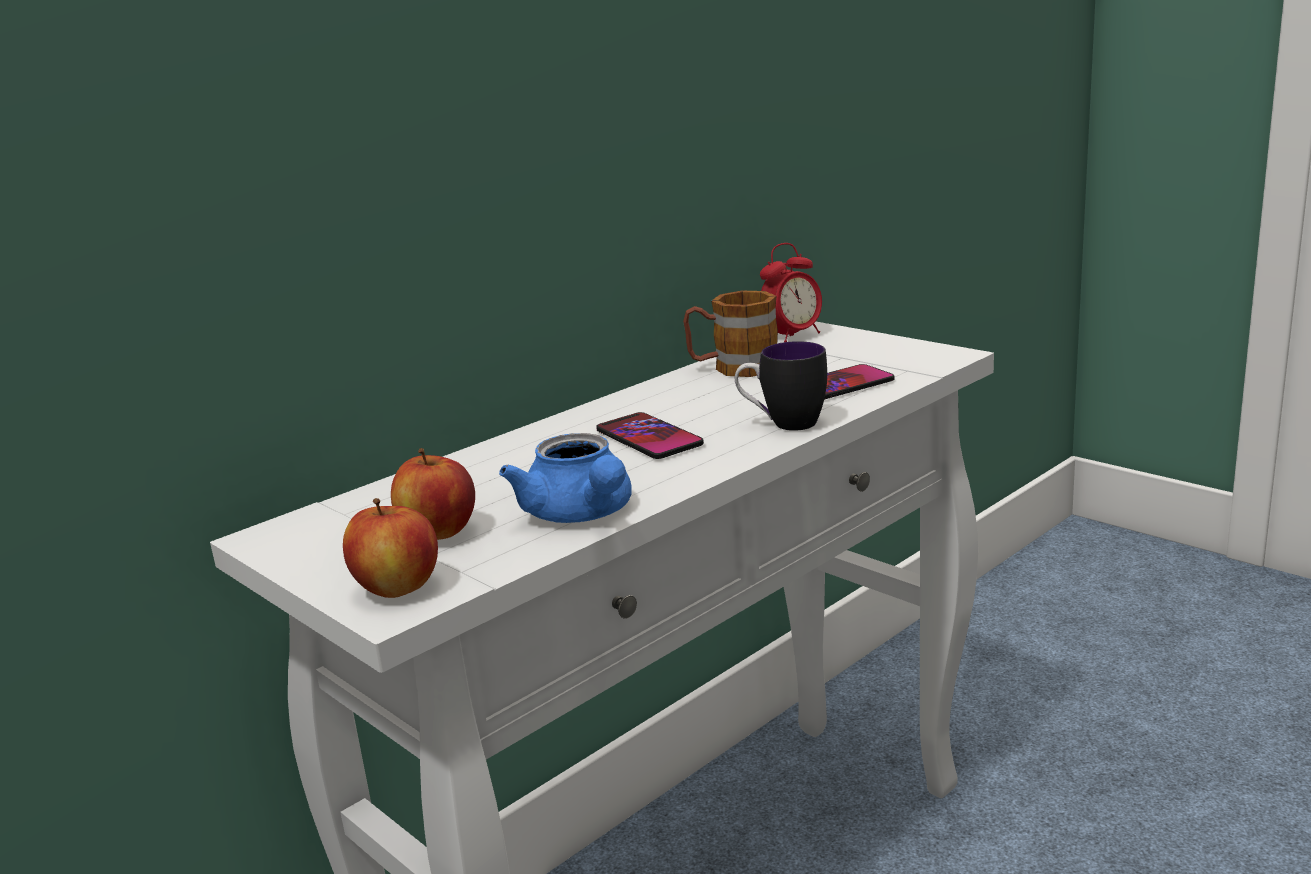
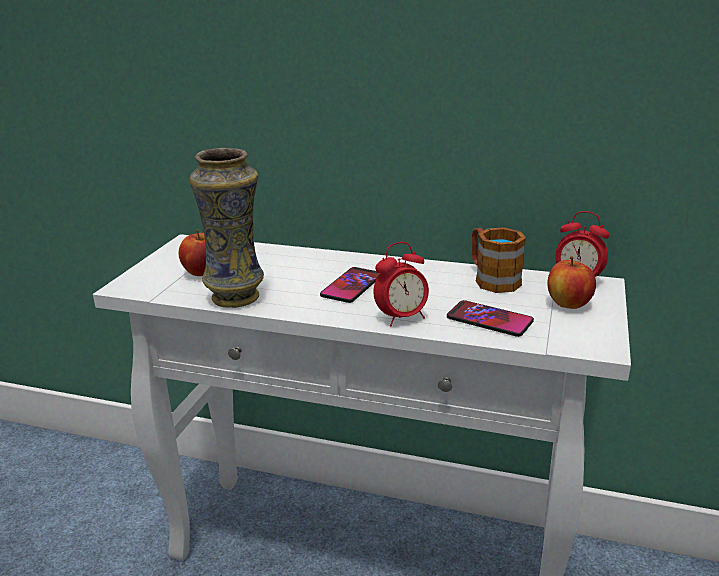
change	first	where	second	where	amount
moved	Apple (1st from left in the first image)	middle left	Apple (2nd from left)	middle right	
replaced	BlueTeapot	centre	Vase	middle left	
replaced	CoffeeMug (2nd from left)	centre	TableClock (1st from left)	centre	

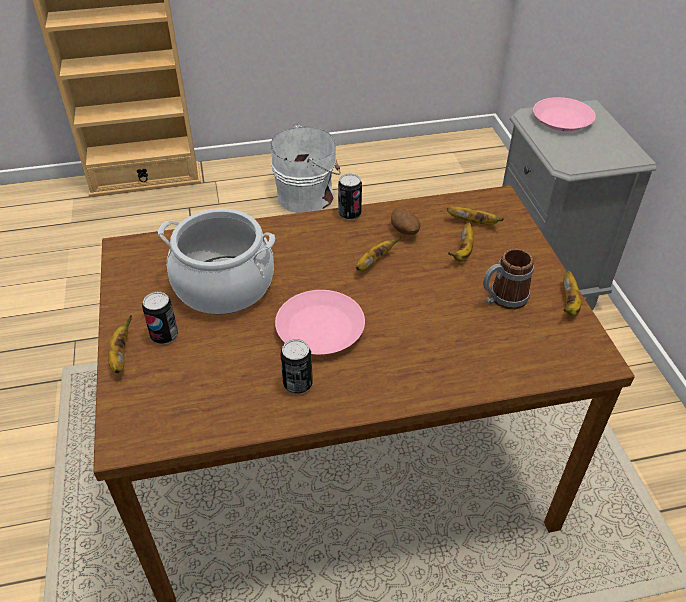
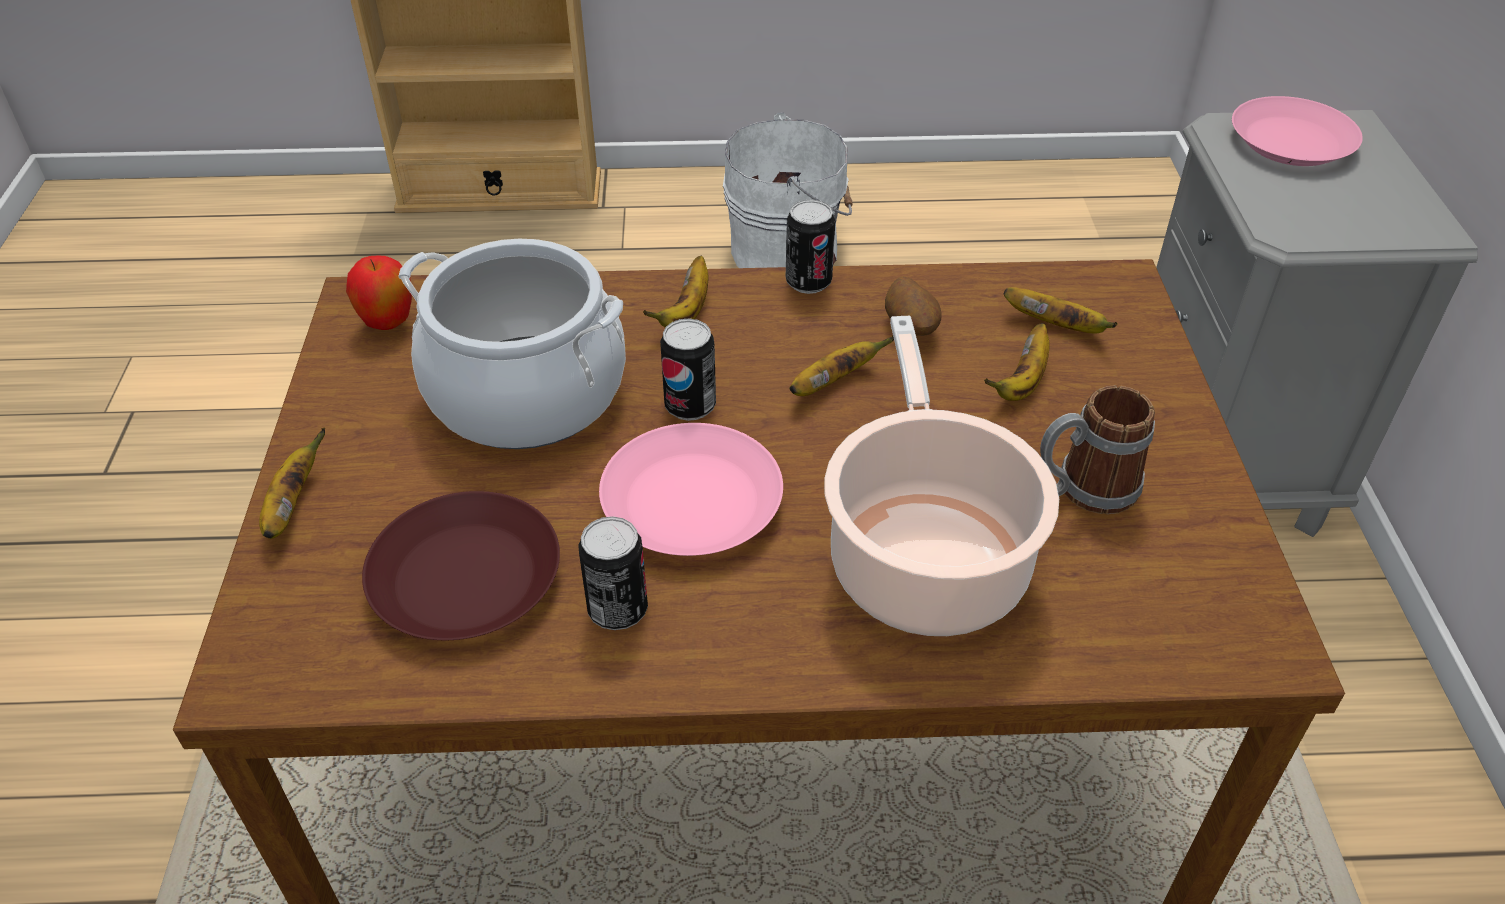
change	first	where	second	where	amount
moved	SealedCan (1st from left in the first image)	middle left	SealedCan (2nd from left)	centre	
moved	BananaFruit (5th from left in the first image)	middle right	BananaFruit (2nd from left)	top centre	
added			Apple	top left	
added			BrownColouredFlatDish	middle left	
added			Stockpot (2nd from left)	centre	

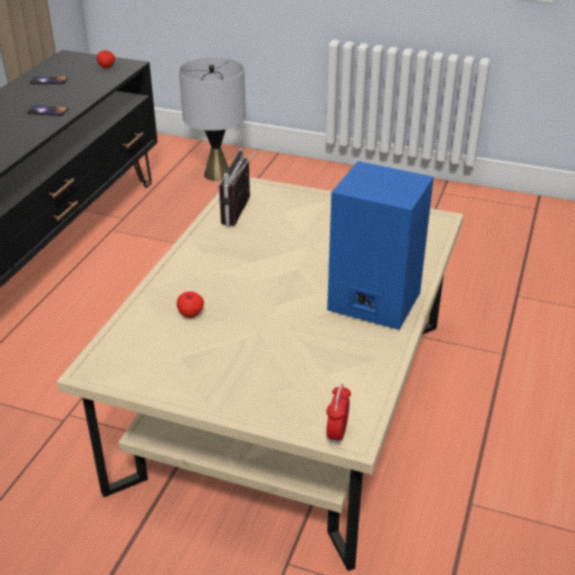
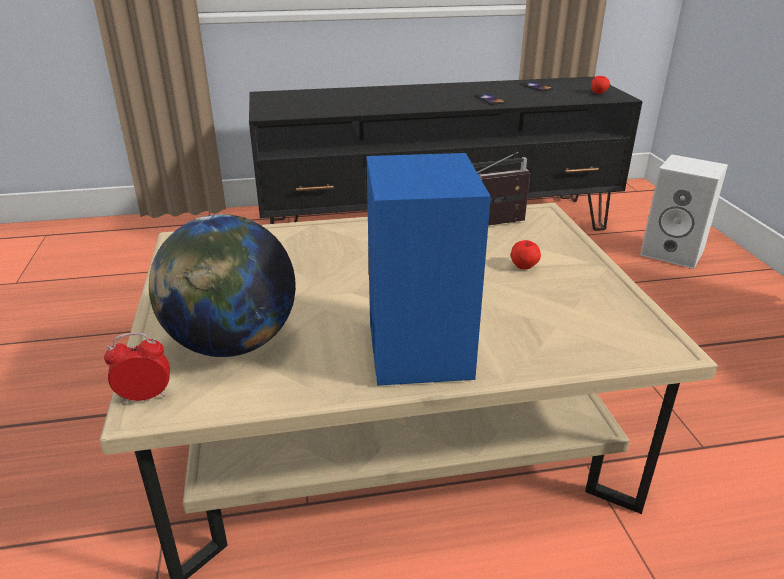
change	first	where	second	where	amount
moved	Apple (2nd from left in the first image)	middle left	Apple (1st from left)	middle right	
replaced	GreyLampForATable	top centre	WhiteLoudspeaker	middle right	
added			WorldGlobe	middle left	

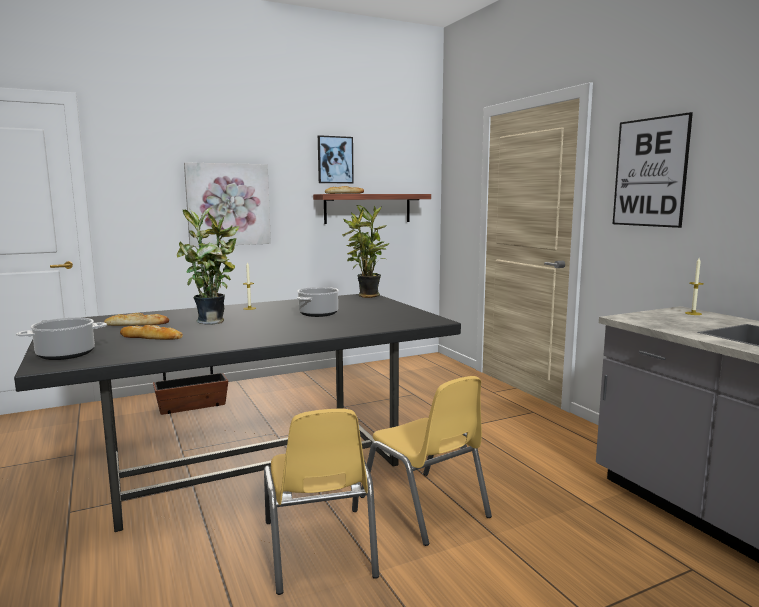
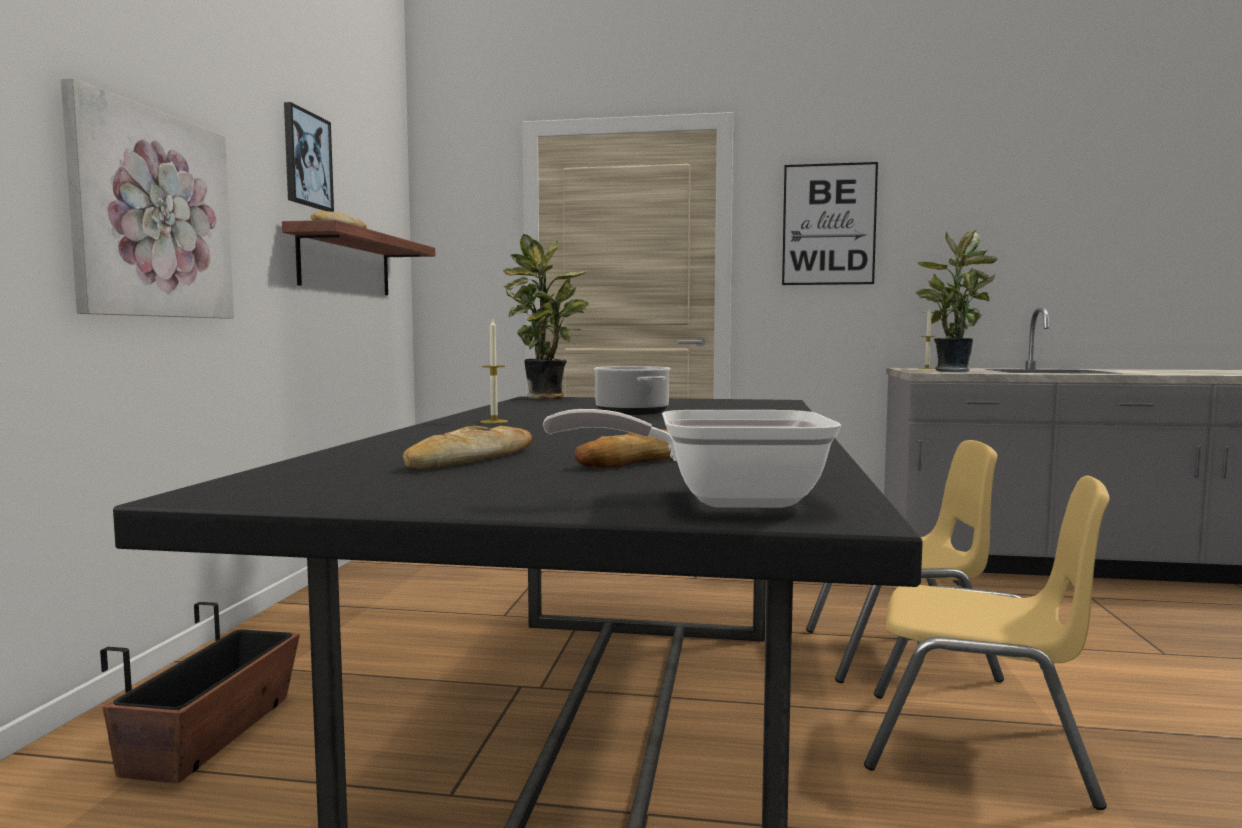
change	first	where	second	where	amount
replaced	Stockpot (1st from left)	middle left	Skillet	centre	
moved	PlantInAPot (1st from left in the first image)	middle left	PlantInAPot (2nd from left)	middle right	

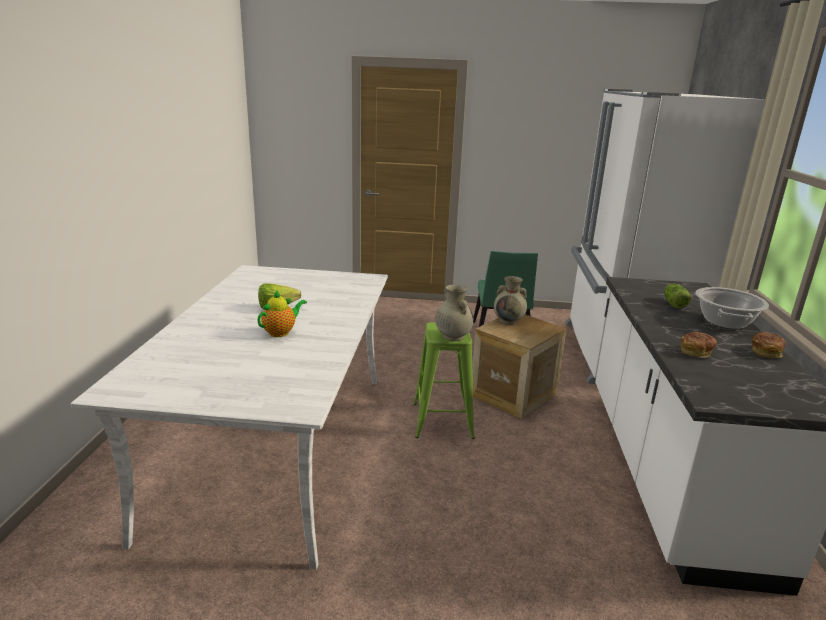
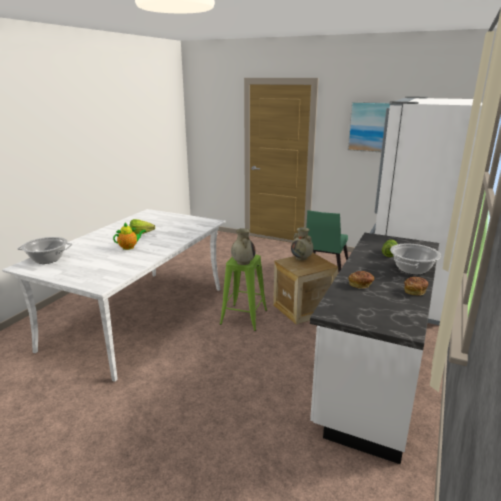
change	first	where	second	where	amount
added			Stockpot (1st from left)	middle left	
added			WallPicture	top right	

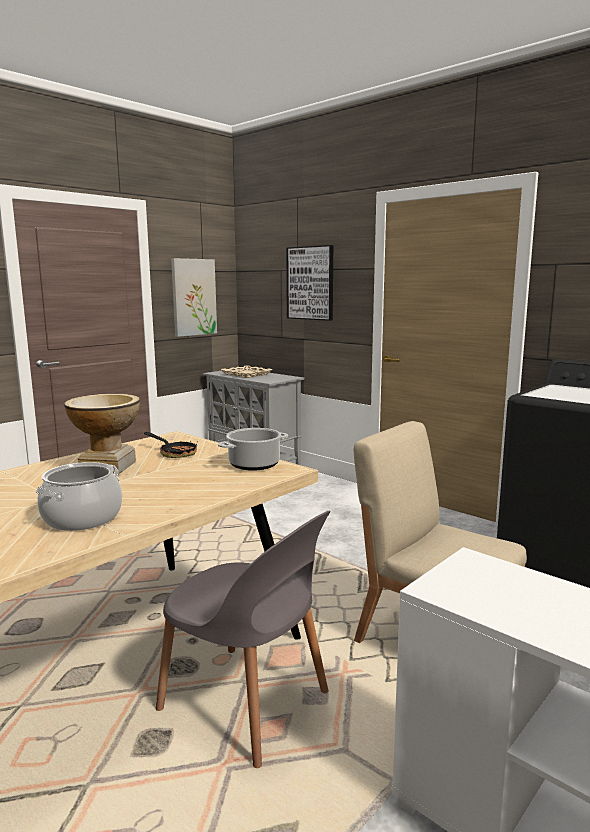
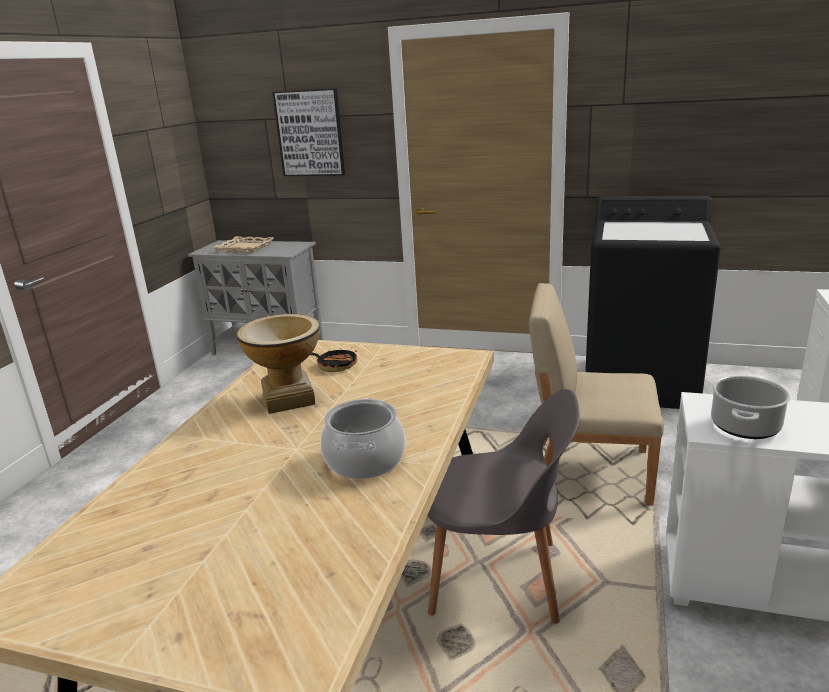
change	first	where	second	where	amount
removed	WallPicture (1st from left)	middle left			
moved	Stockpot (2nd from left)	centre		middle right	

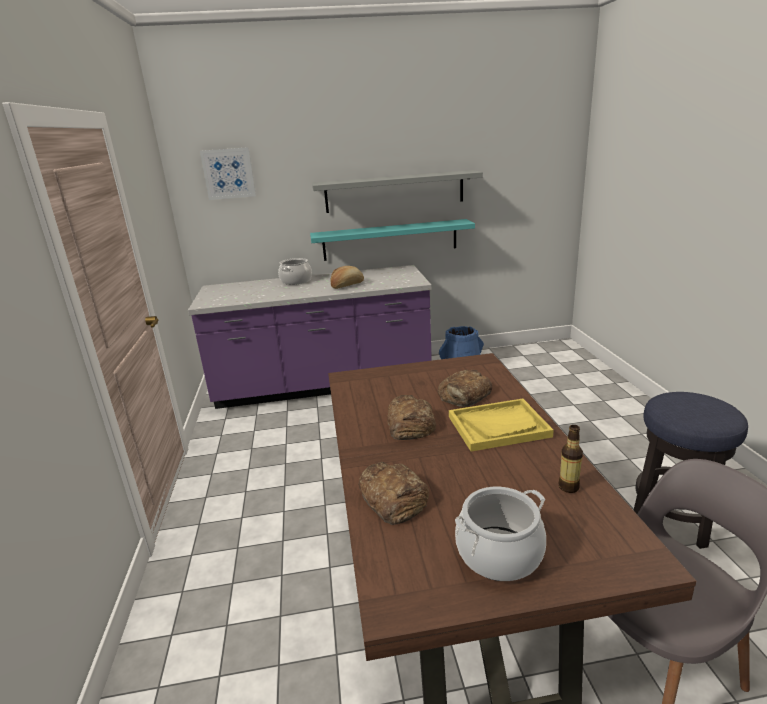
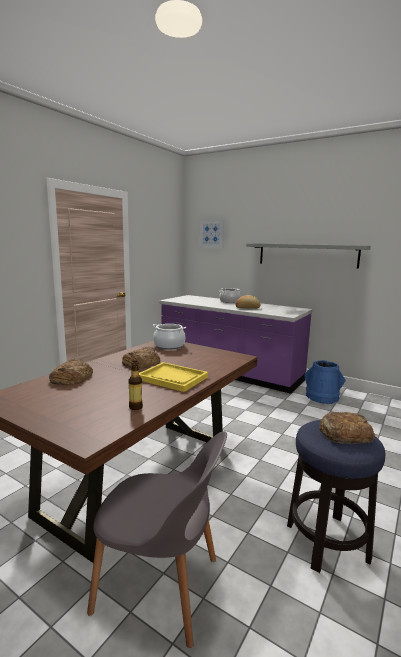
change	first	where	second	where	amount
removed	TurquoiseColouredShelf	centre			
moved	BakedBread (4th from left)	centre		middle right	
moved	Stockpot (2nd from left in the first image)	bottom centre	Stockpot (1st from left)	centre	

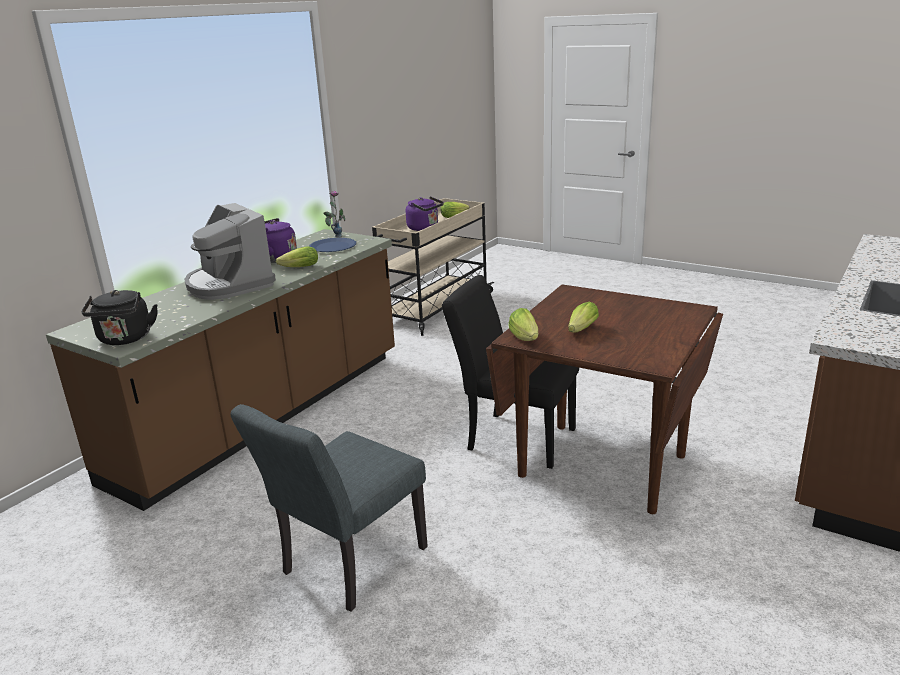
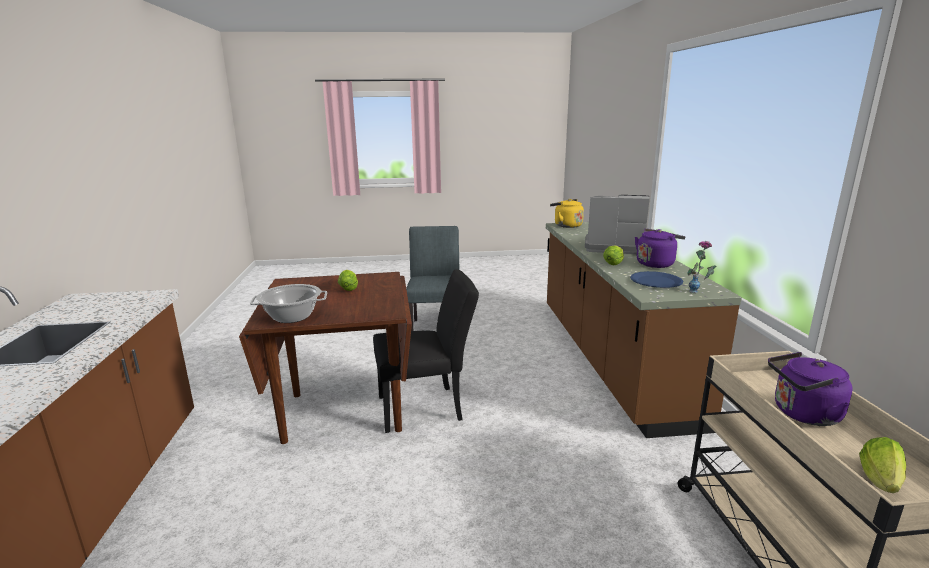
change	first	where	second	where	amount
recoloured	BlackishTeaKettle	middle left	YellowTeaKettle	centre	
removed	HeadOfLettuce (3rd from left)	centre			
added			Stockpot	middle left	

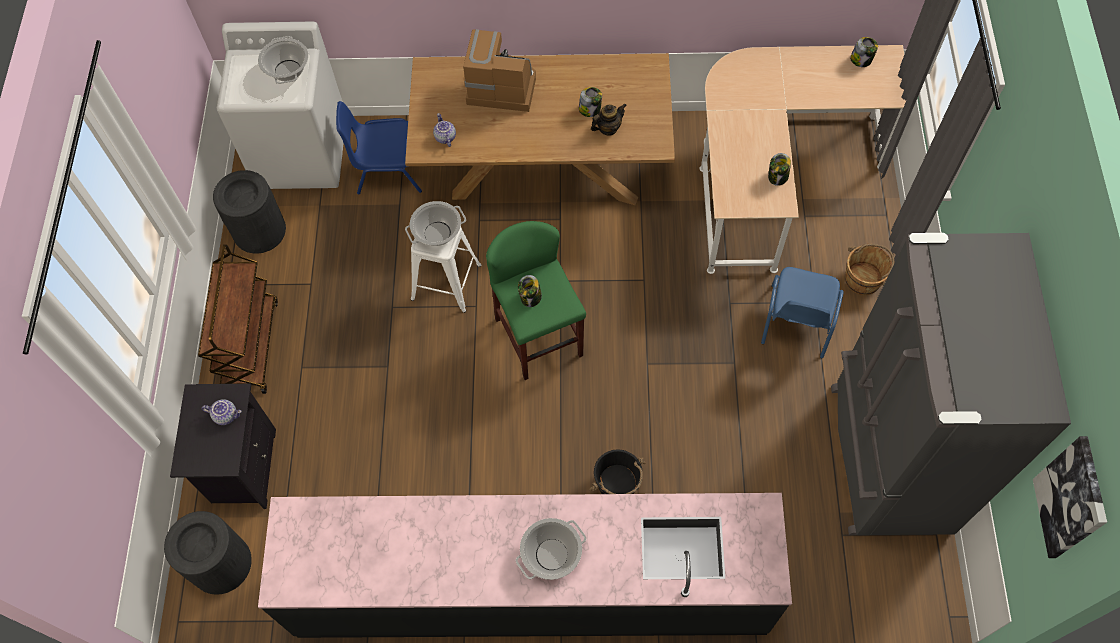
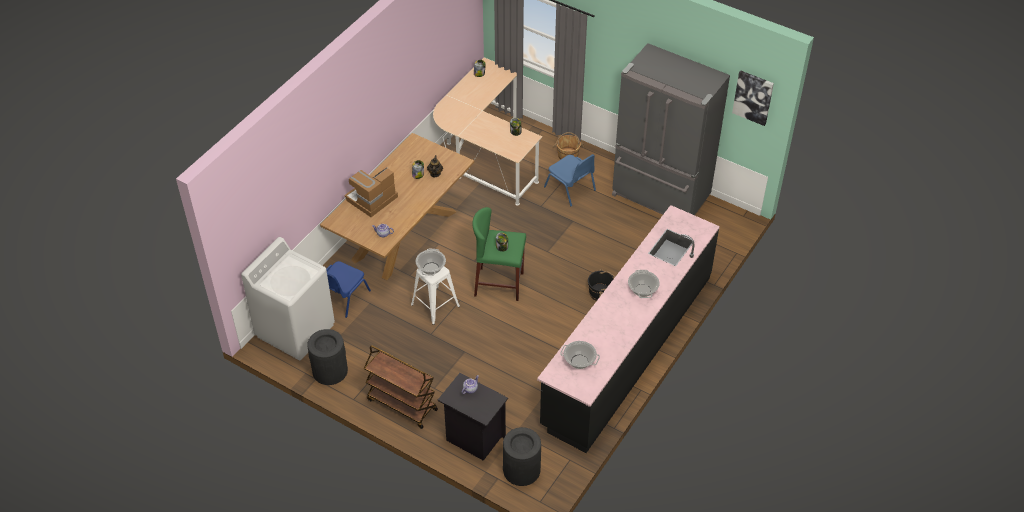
change	first	where	second	where	amount
moved	Stockpot (1st from left in the first image)	top left	Stockpot (2nd from left)	bottom centre	

